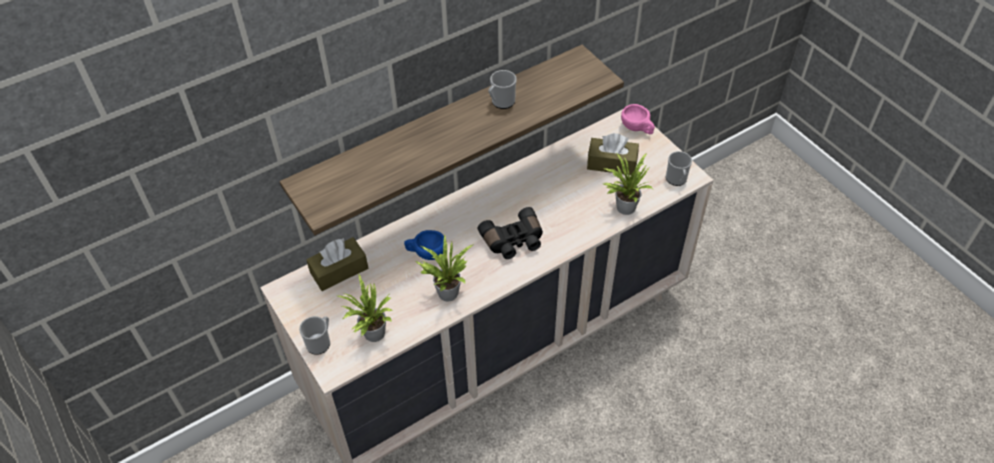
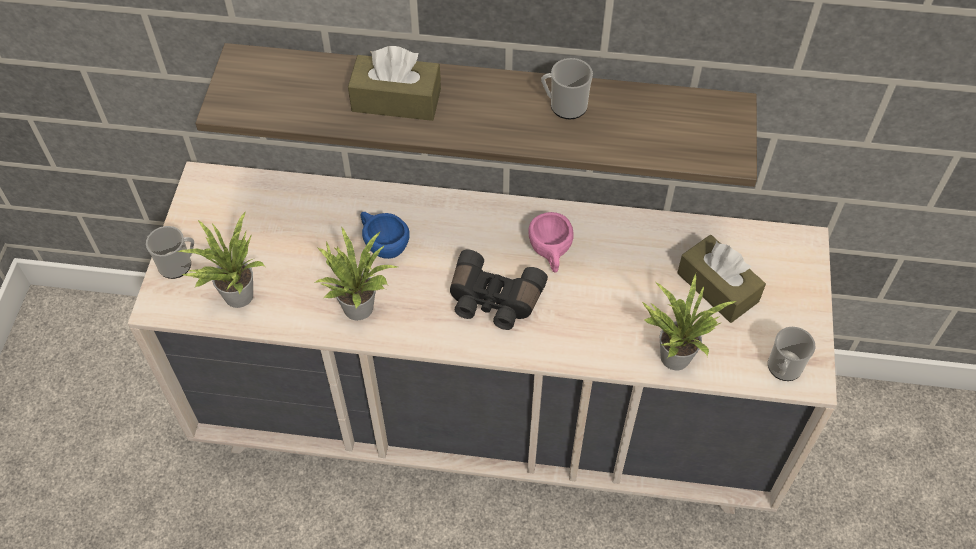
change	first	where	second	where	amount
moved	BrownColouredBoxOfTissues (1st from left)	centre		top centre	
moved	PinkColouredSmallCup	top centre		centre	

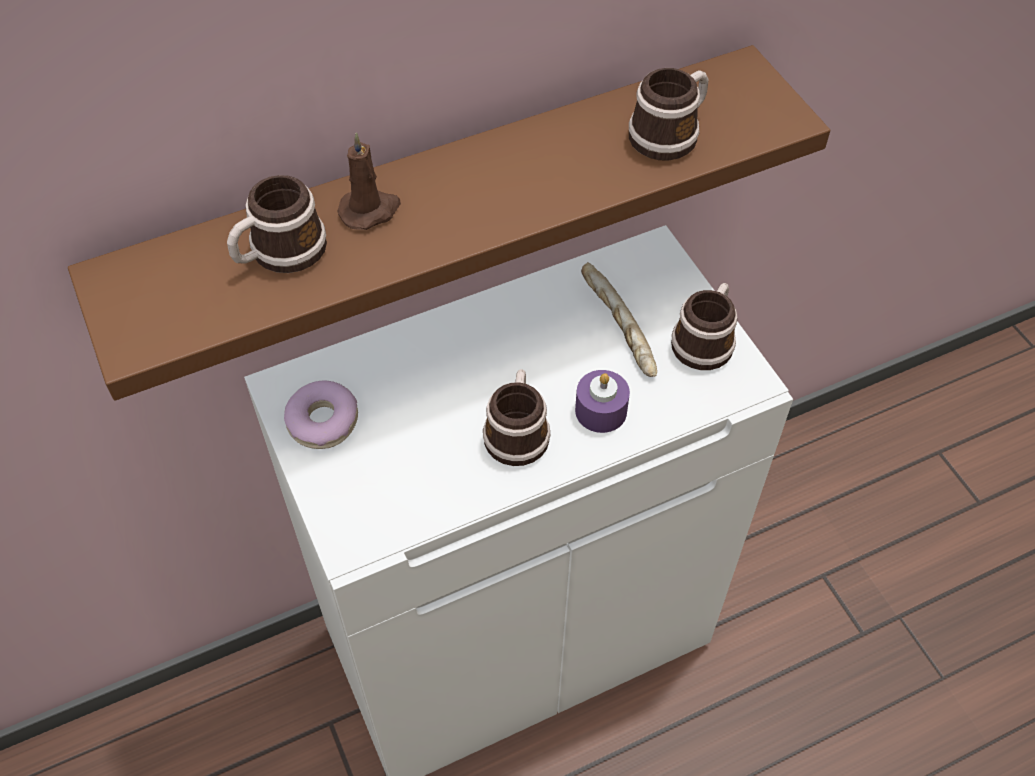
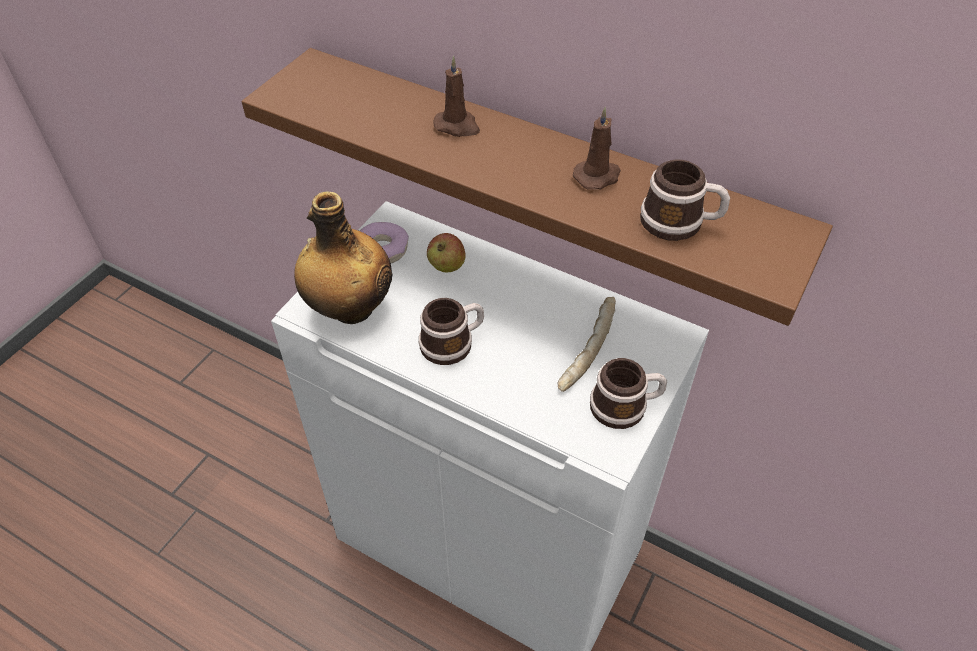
change	first	where	second	where	amount
removed	CoffeeMug (1st from left)	top left			
removed	PurpleWaxLight	centre			
added			Bottle	centre	
added			Apple	centre	
added			BrownColouredWaxLight (2nd from left)	top centre	

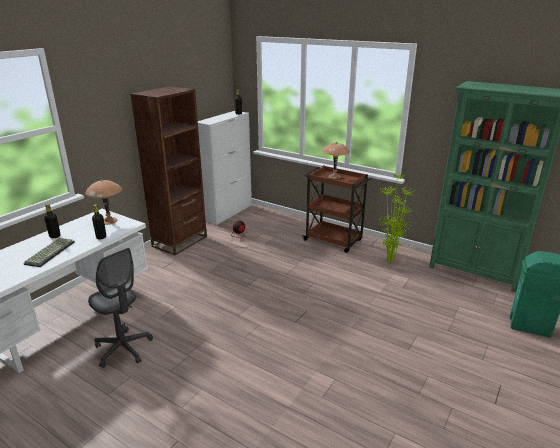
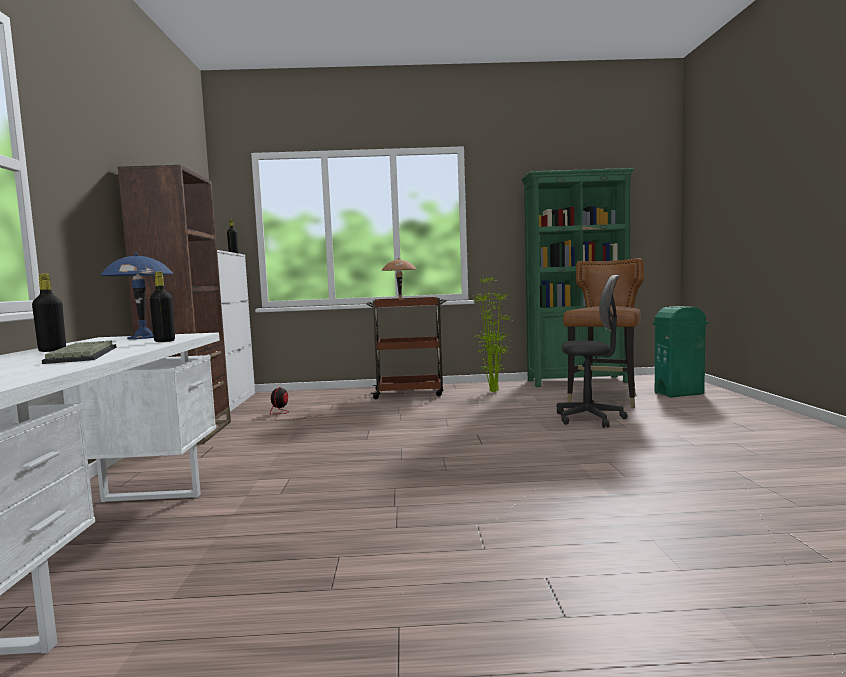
change	first	where	second	where	amount
recoloured	BrownColouredLampForATable (1st from left)	middle left	BlueLampForATable	middle left	
moved	GreyDeskChair	bottom left		middle right	
added			BrownColouredPlainChair	middle right	

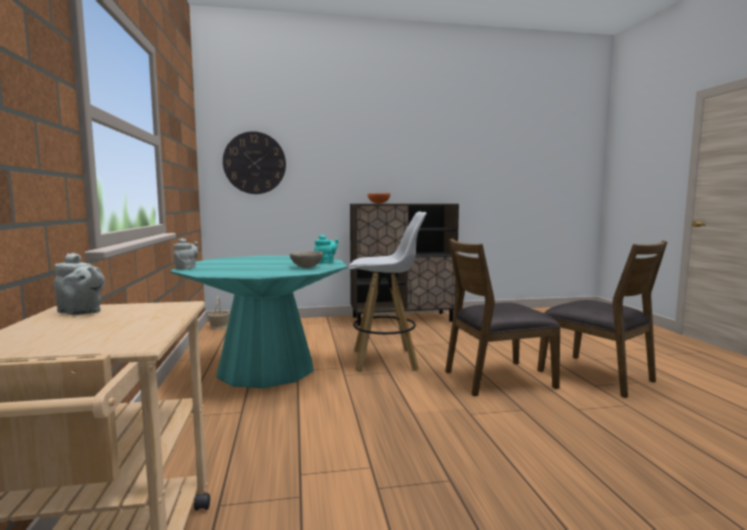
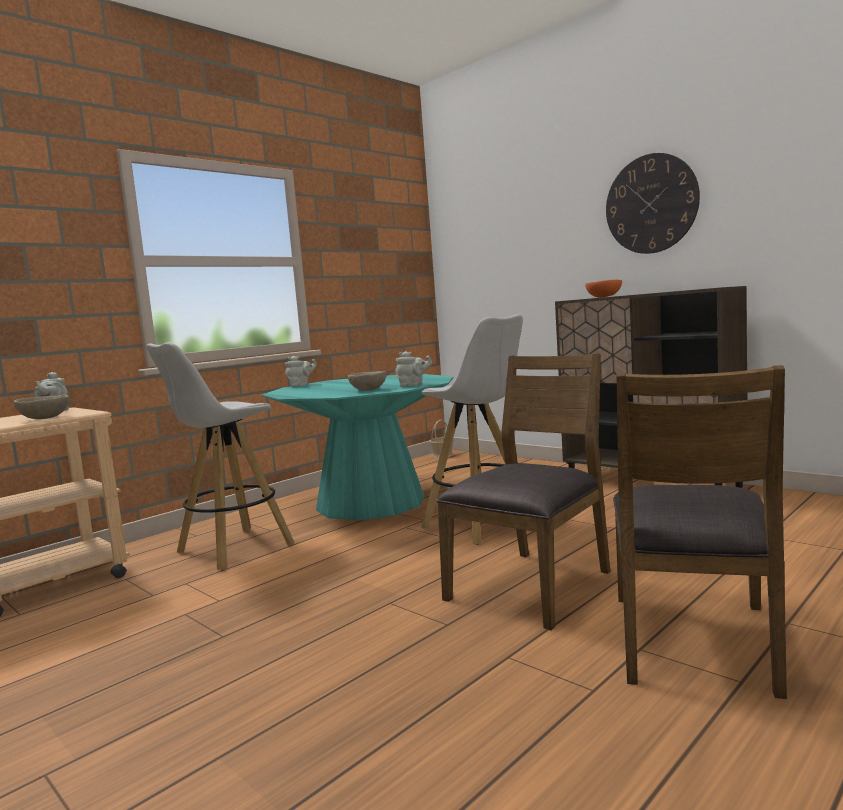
change	first	where	second	where	amount
moved	ClockOnTheWall	top centre		top right	
recoloured	TurquoiseColouredTeapot	centre	GreyTeapot (3rd from left)	centre	
turned	BrownColouredPlainChair (1st from left)	middle right		centre	90 degrees clockwise
added			SandColouredBowl (1st from left)	middle left	
added			WhiteSittingStool (1st from left)	middle left	

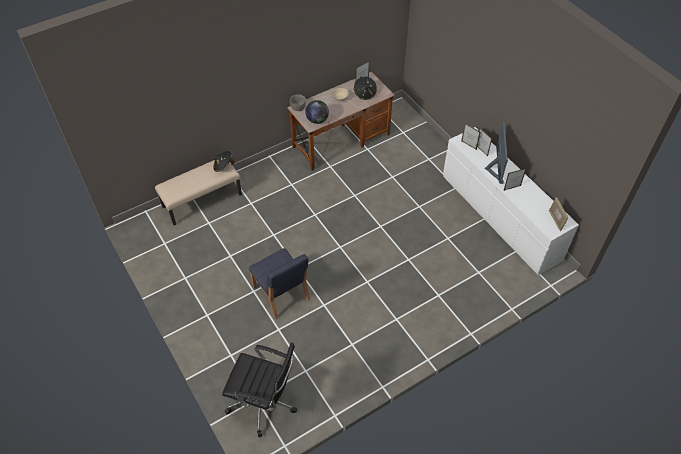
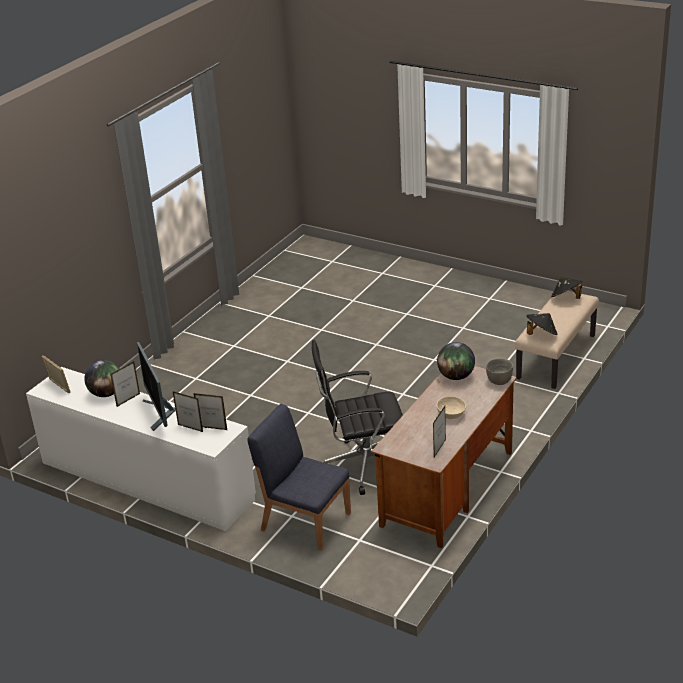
change	first	where	second	where	amount
moved	BlackishDeskChair	bottom centre		centre	
moved	BluePlainChair	centre		bottom centre	
moved	BlackishClothingHat (2nd from left)	top centre		middle right	
added			WorldGlobe (1st from left)	middle left	

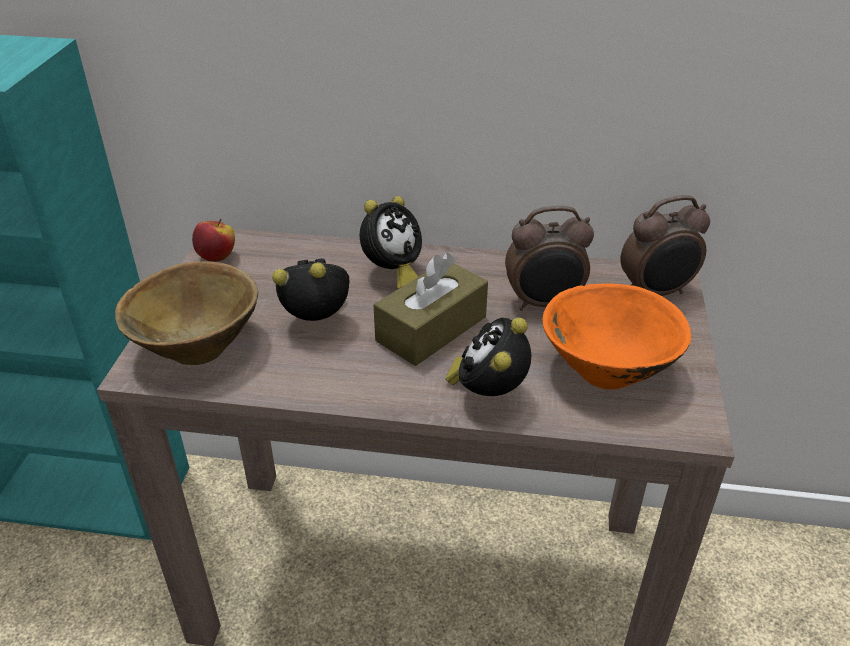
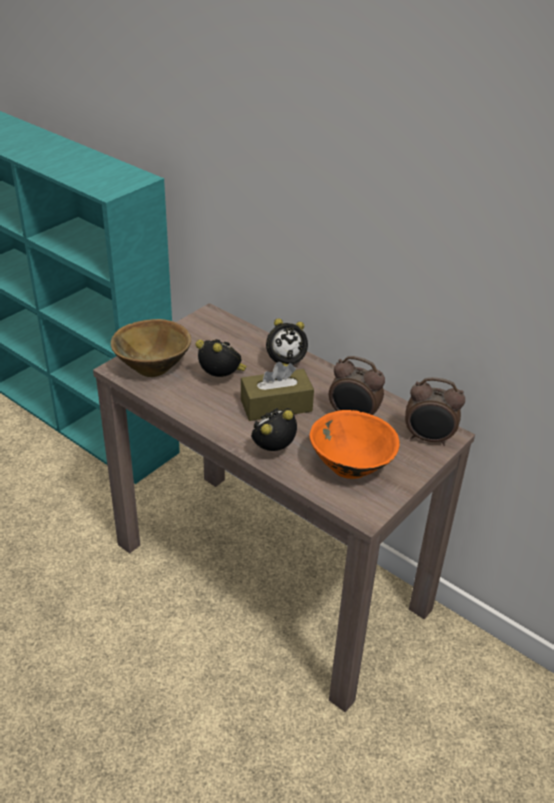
change	first	where	second	where	amount
removed	Apple	middle left			

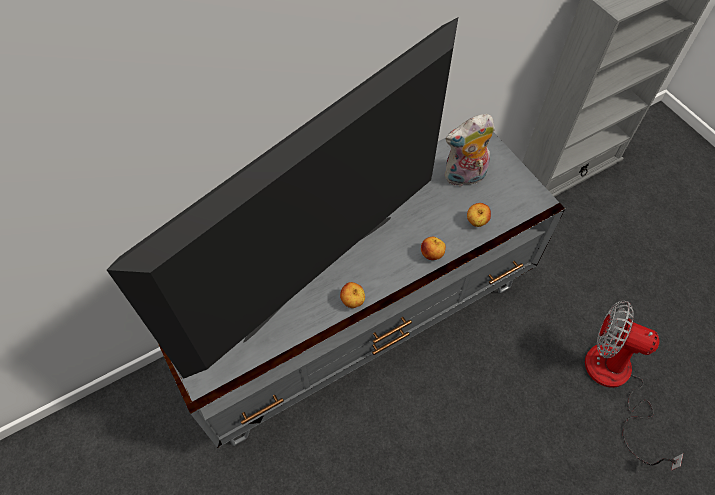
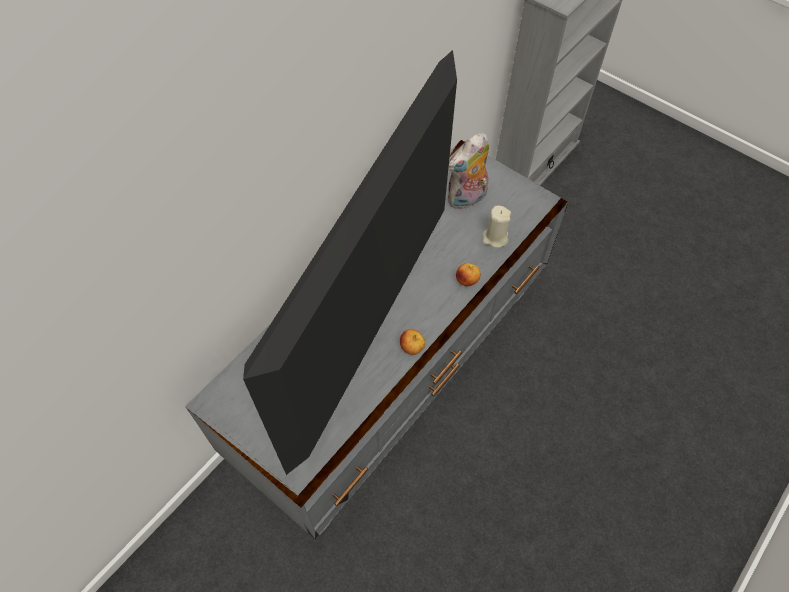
change	first	where	second	where	amount
replaced	Apple (3rd from left)	middle right	SandColouredWaxLight	centre	
removed	Fan	bottom right			

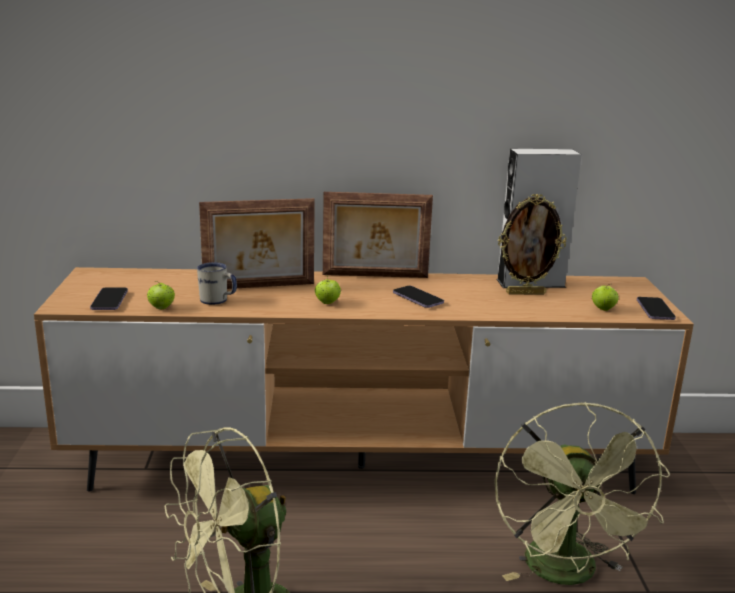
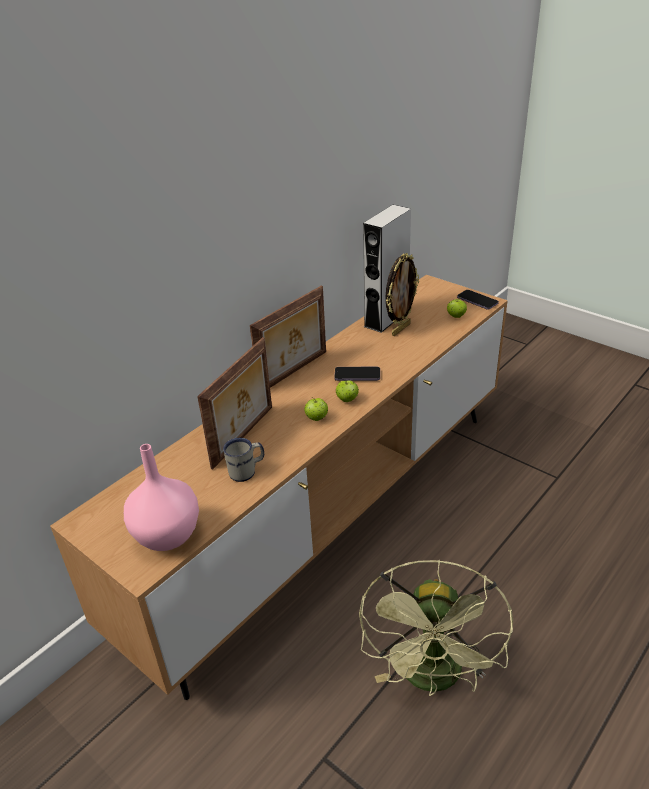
change	first	where	second	where	amount
replaced	Phone (1st from left)	middle left	PinkColouredVase	middle left	
moved	Apple (1st from left in the first image)	middle left	Apple (2nd from left)	centre	
removed	GreenishFan (2nd from left)	bottom right			

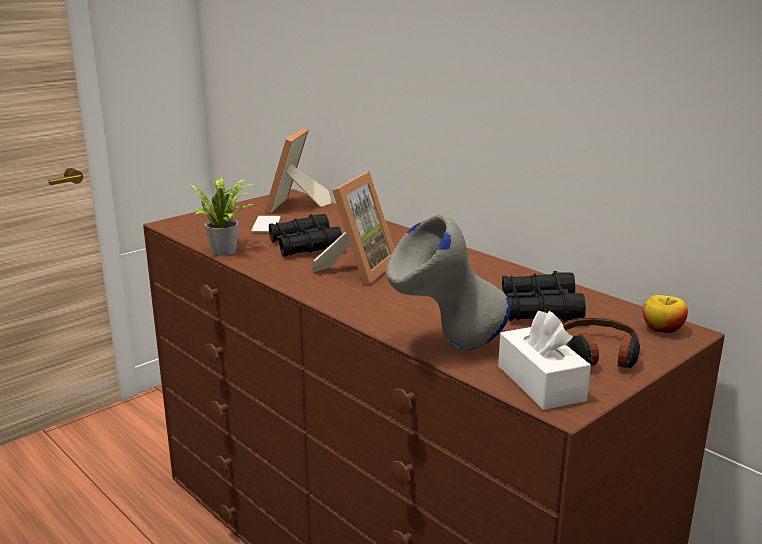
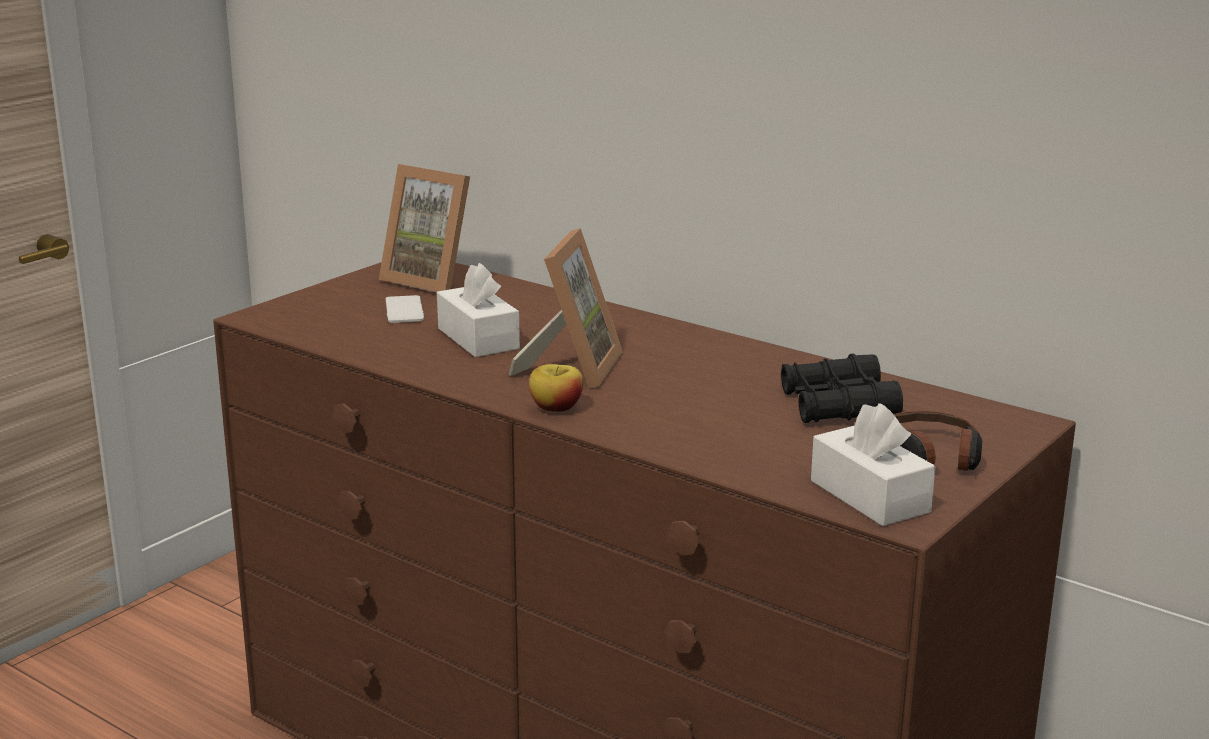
change	first	where	second	where	amount
removed	PlantInAPot	middle left			
turned	PictureFrame (1st from left)	top centre		top centre	60 degrees counterclockwise
replaced	BlackishPairOfBinoculars (1st from left)	centre	WhiteBoxOfTissues (1st from left)	centre	
removed	GreyVase	centre			
moved	Apple	middle right		centre	

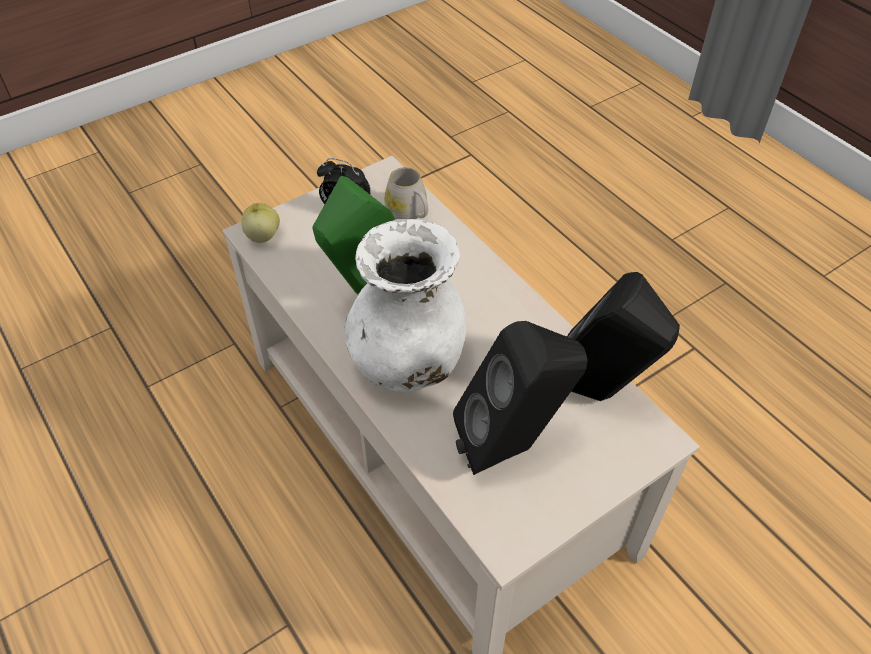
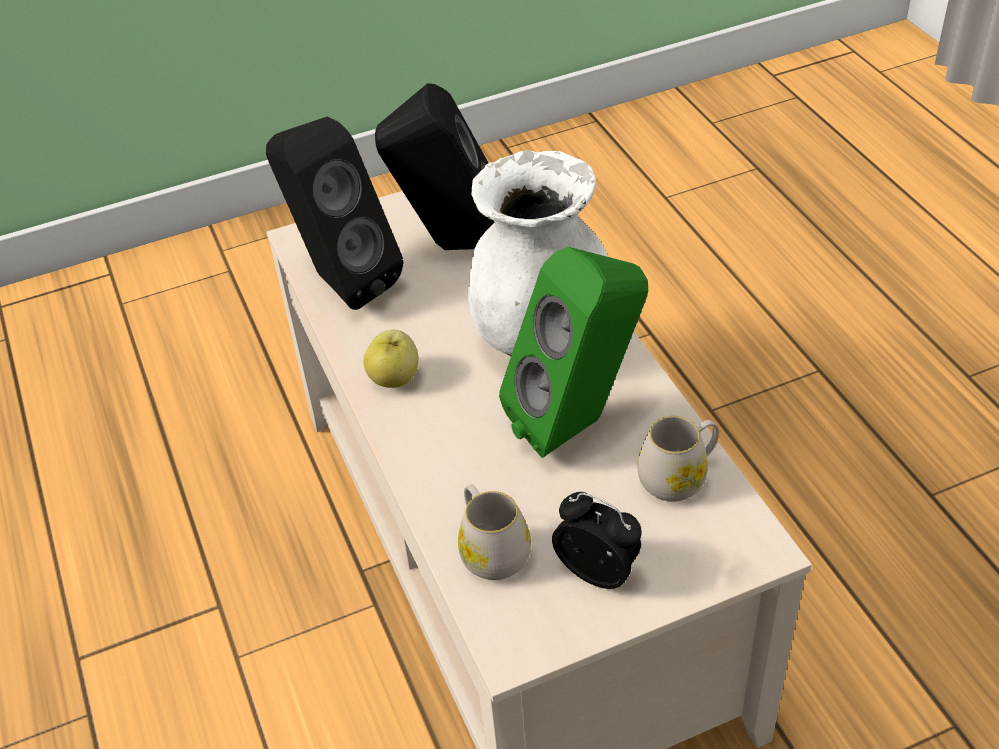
change	first	where	second	where	amount
moved	Apple	middle left		centre	
added			WhiteCoffeeMug (2nd from left)	middle right	

